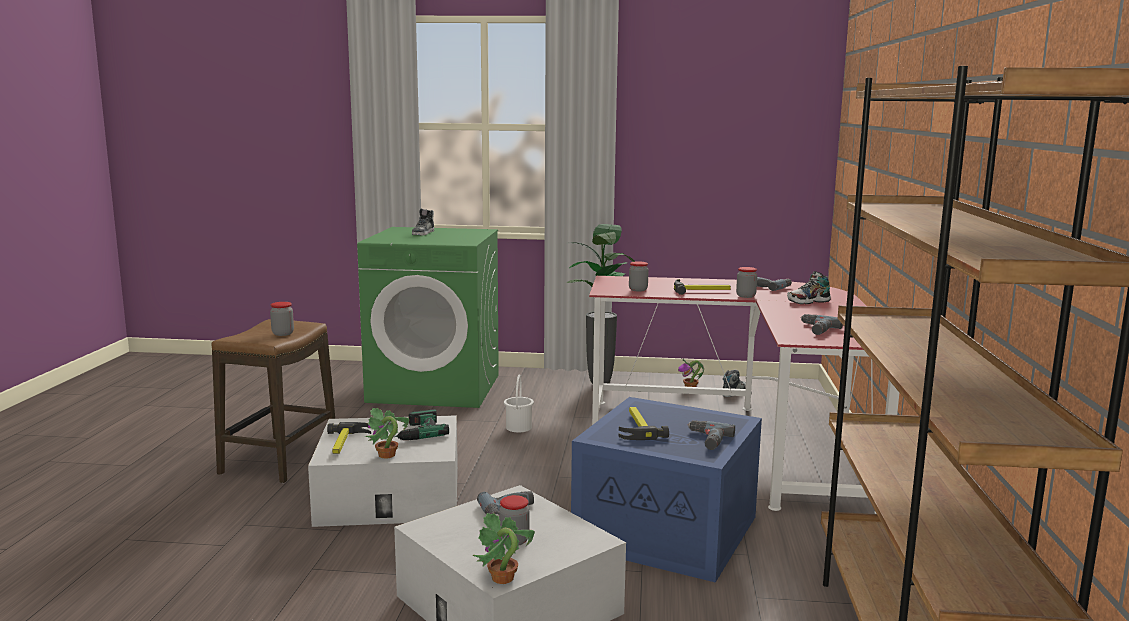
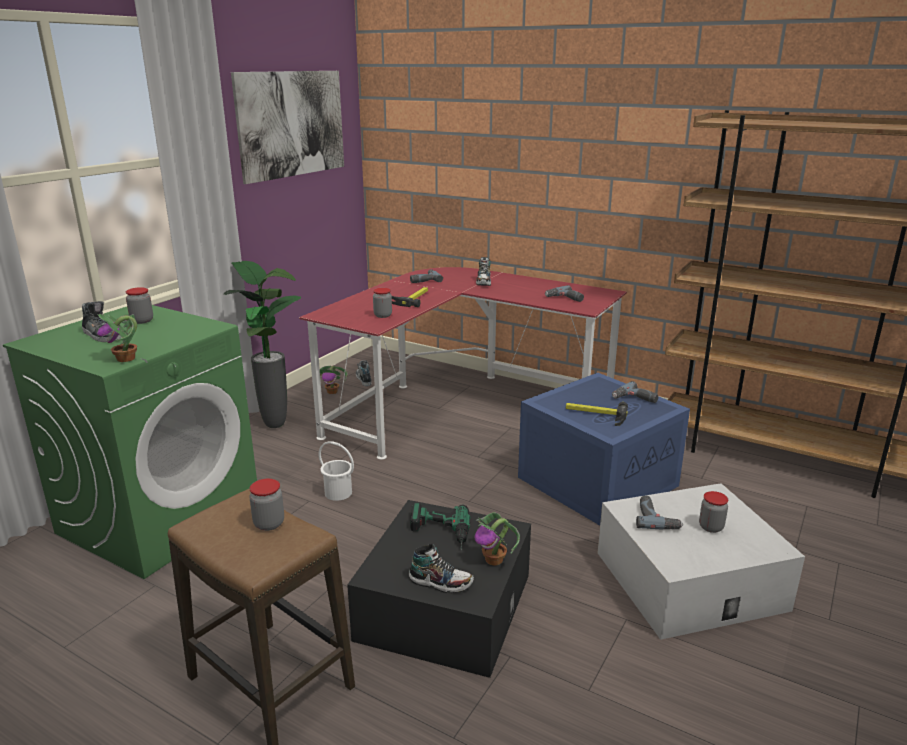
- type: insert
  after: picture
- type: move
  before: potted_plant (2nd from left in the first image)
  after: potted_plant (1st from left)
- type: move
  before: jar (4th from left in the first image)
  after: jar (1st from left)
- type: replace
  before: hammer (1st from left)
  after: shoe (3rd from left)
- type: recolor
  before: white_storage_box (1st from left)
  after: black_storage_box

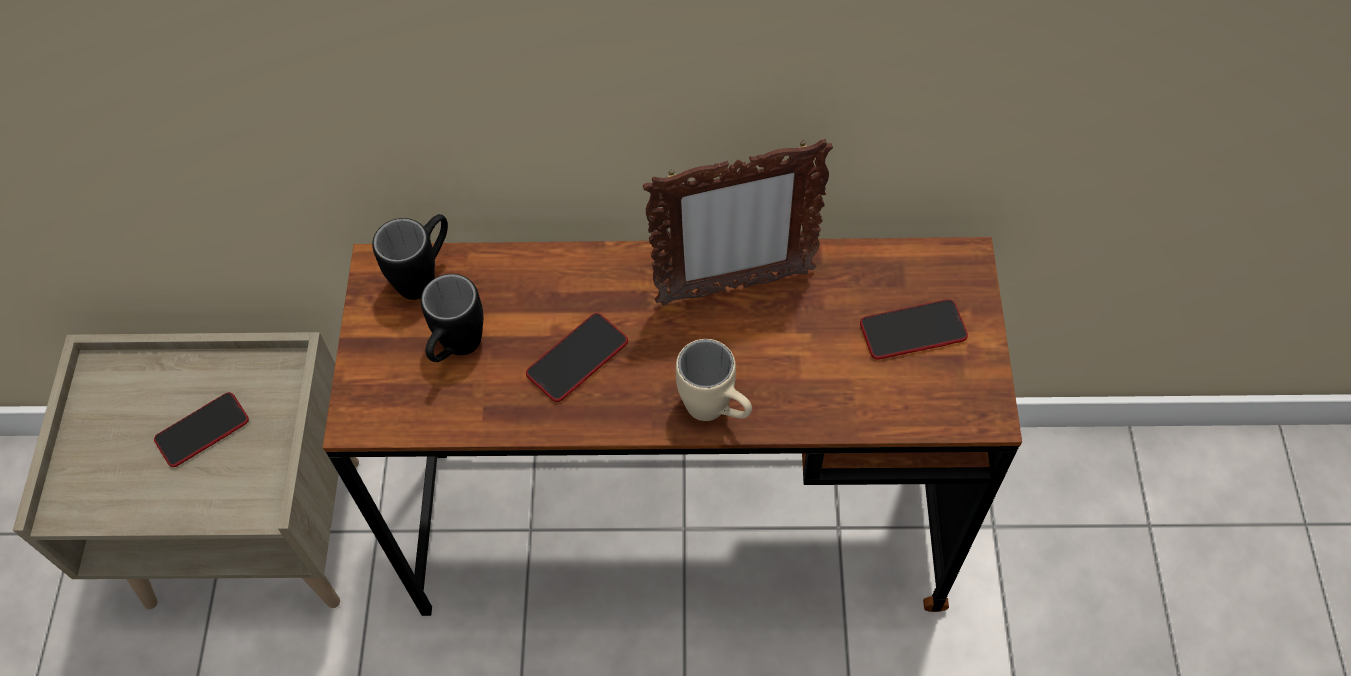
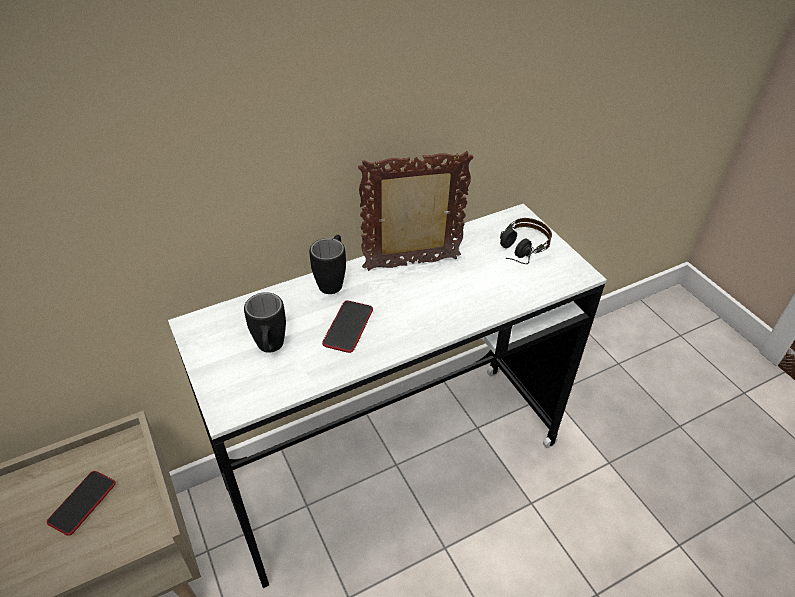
- type: delete
  before: beige_mug
- type: move
  before: black_mug (1st from left in the first image)
  after: black_mug (2nd from left)
- type: replace
  before: phone (3rd from left)
  after: headphones
- type: recolor
  before: brown_desk
  after: white_desk
- type: rotate
  before: picture_frame
  turn: -150

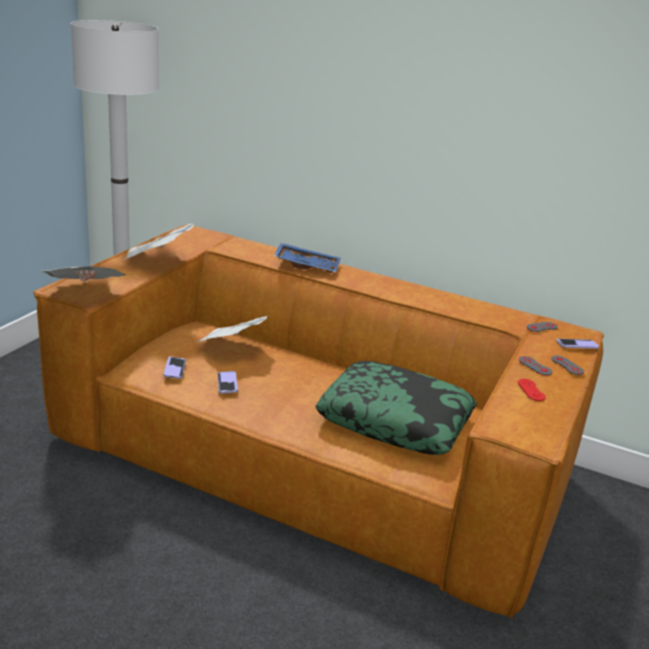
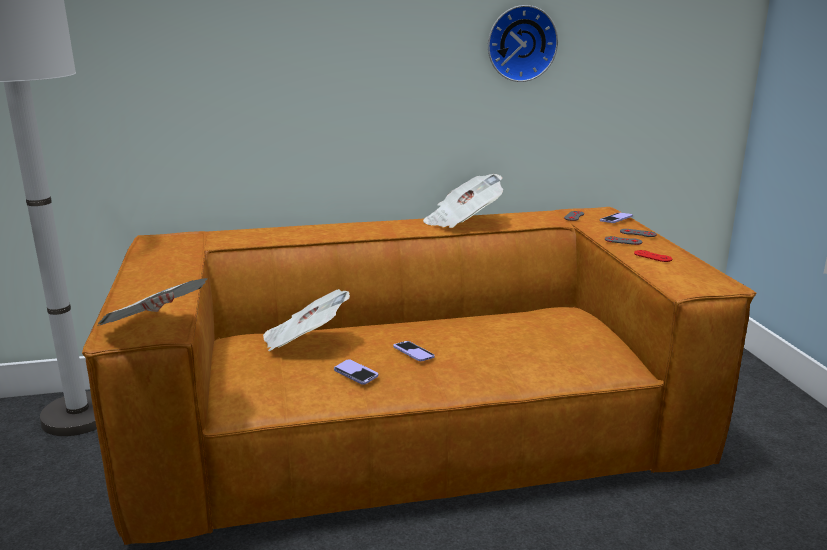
- type: delete
  before: blue_tray
- type: delete
  before: pillow
- type: insert
  after: wall_clock
- type: move
  before: newspaper (2nd from left in the first image)
  after: newspaper (3rd from left)
- type: move
  before: phone (1st from left in the first image)
  after: phone (2nd from left)

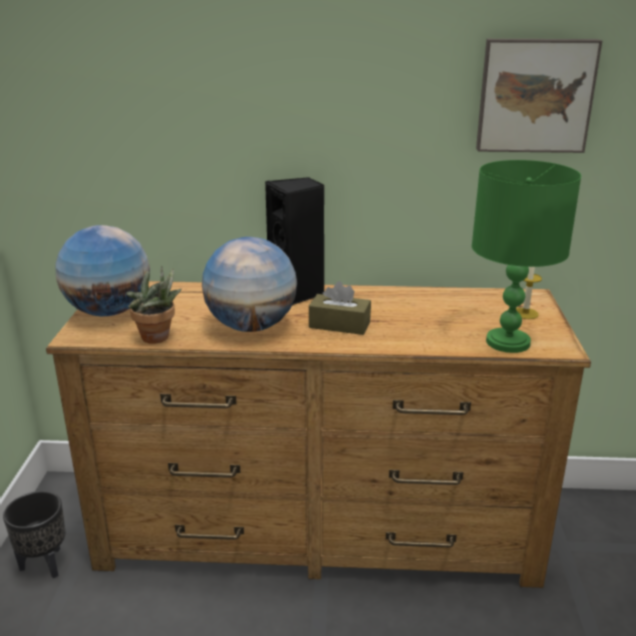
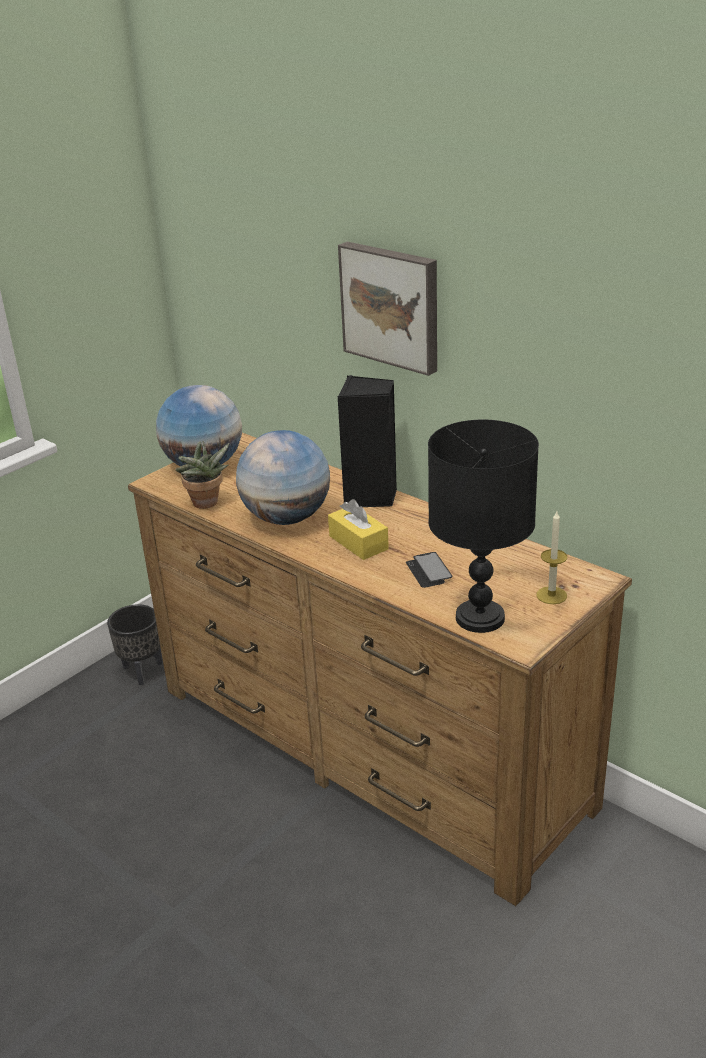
- type: insert
  after: phone
- type: move
  before: picture
- type: recolor
  before: brown_tissue_box
  after: yellow_tissue_box
- type: recolor
  before: green_table_lamp
  after: black_table_lamp

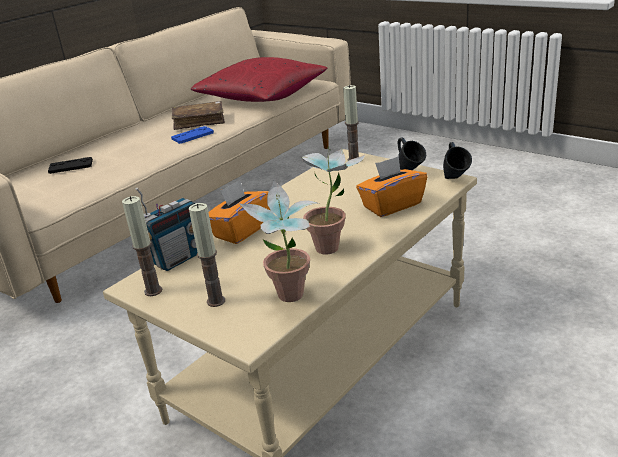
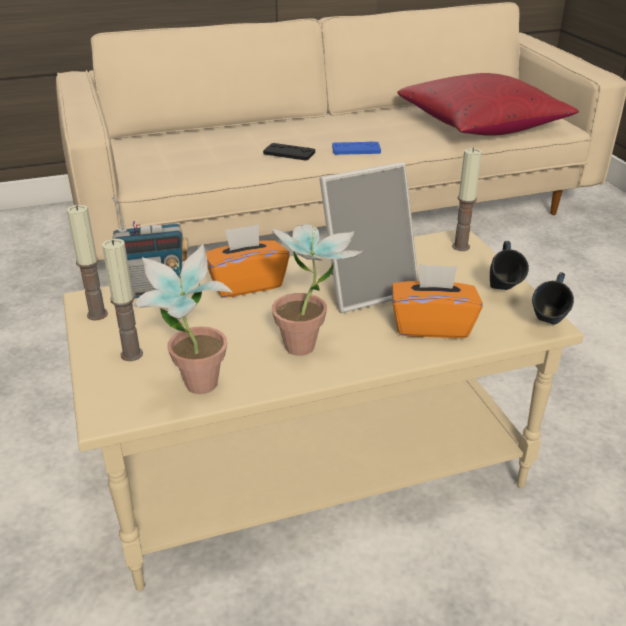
- type: delete
  before: brown_book
- type: insert
  after: picture_frame
- type: move
  before: black_game_controller

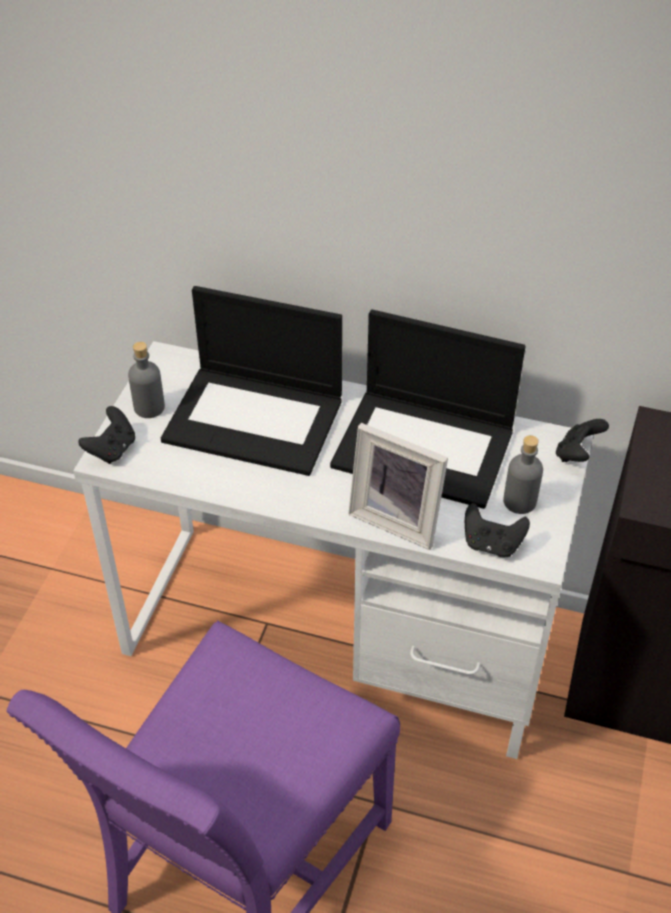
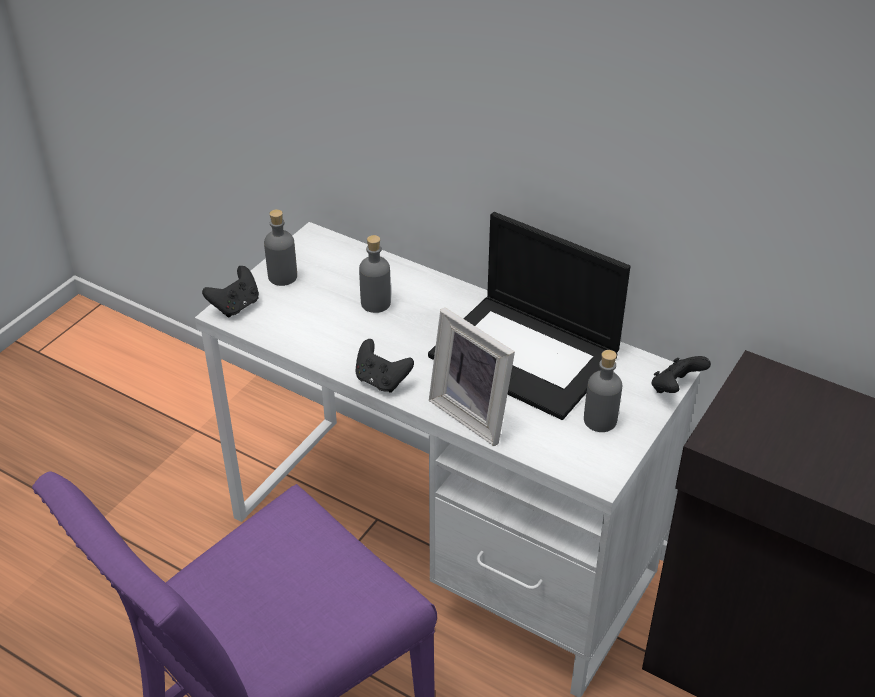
- type: move
  before: black_game_controller (2nd from left)
- type: replace
  before: laptop (1st from left)
  after: grey_bottle (2nd from left)

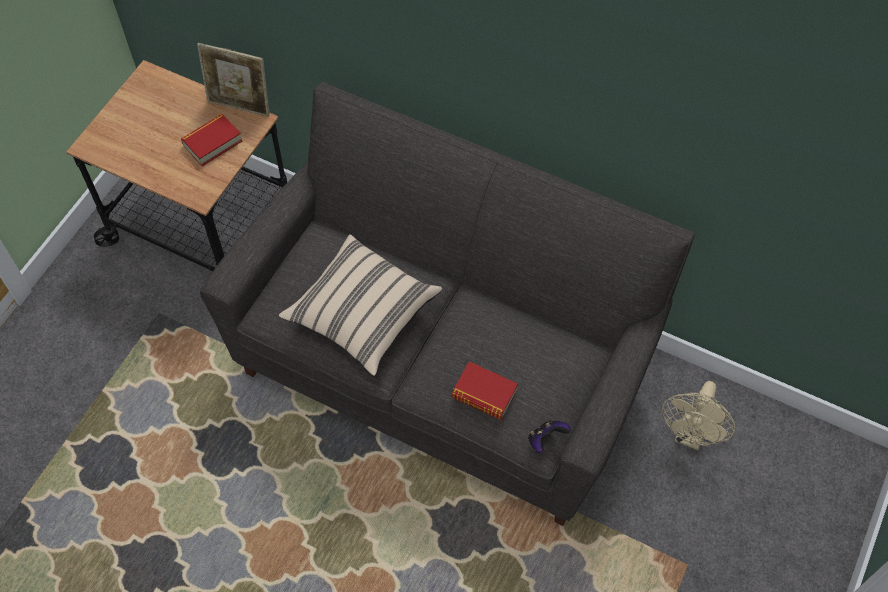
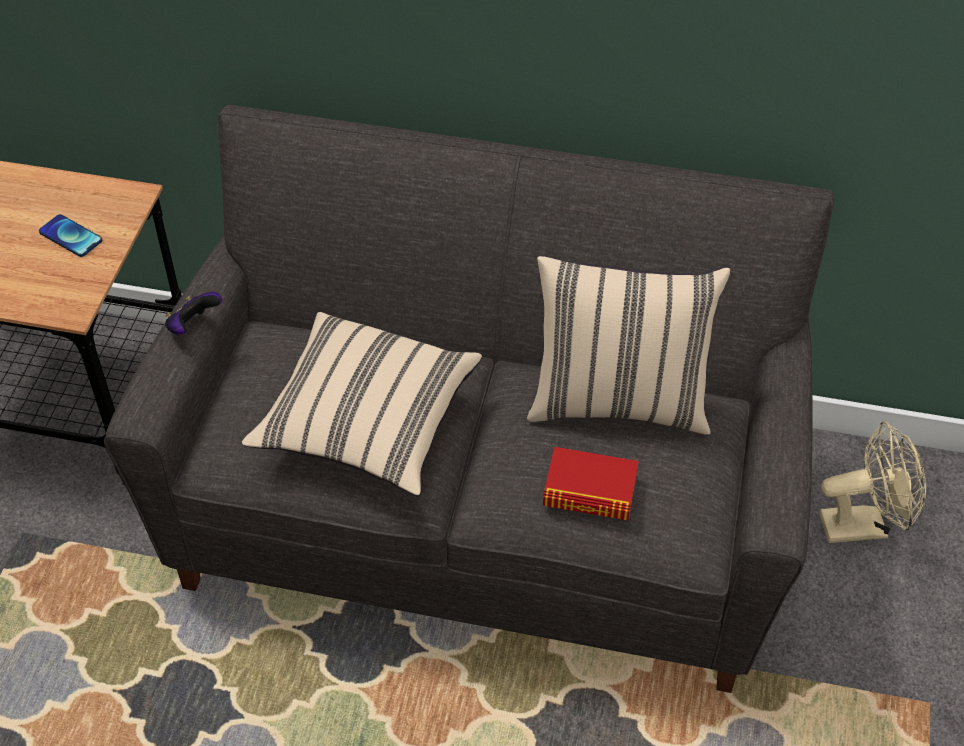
- type: delete
  before: picture_frame
- type: insert
  after: beige_pillow (2nd from left)
- type: move
  before: game_controller
- type: replace
  before: book (1st from left)
  after: phone
- type: rotate
  before: beige_fan
  turn: -105

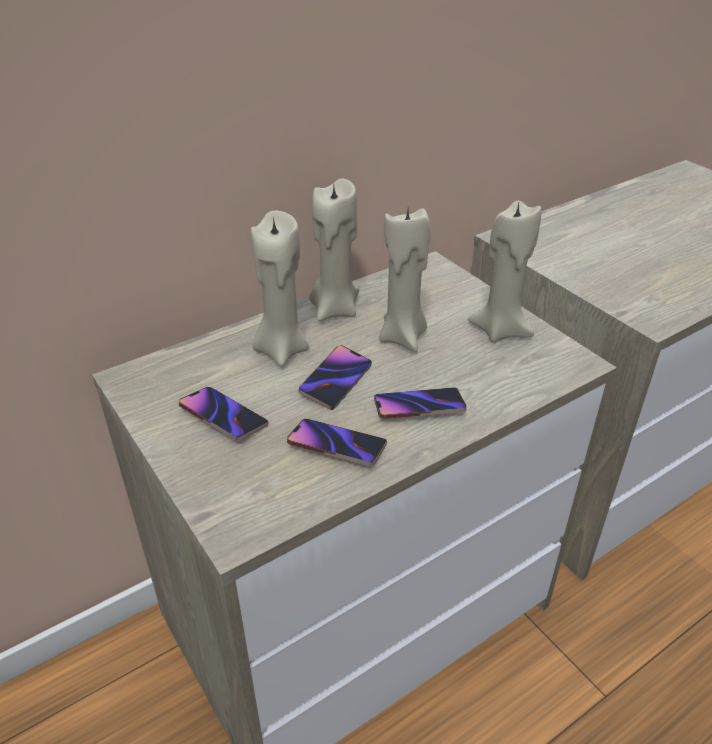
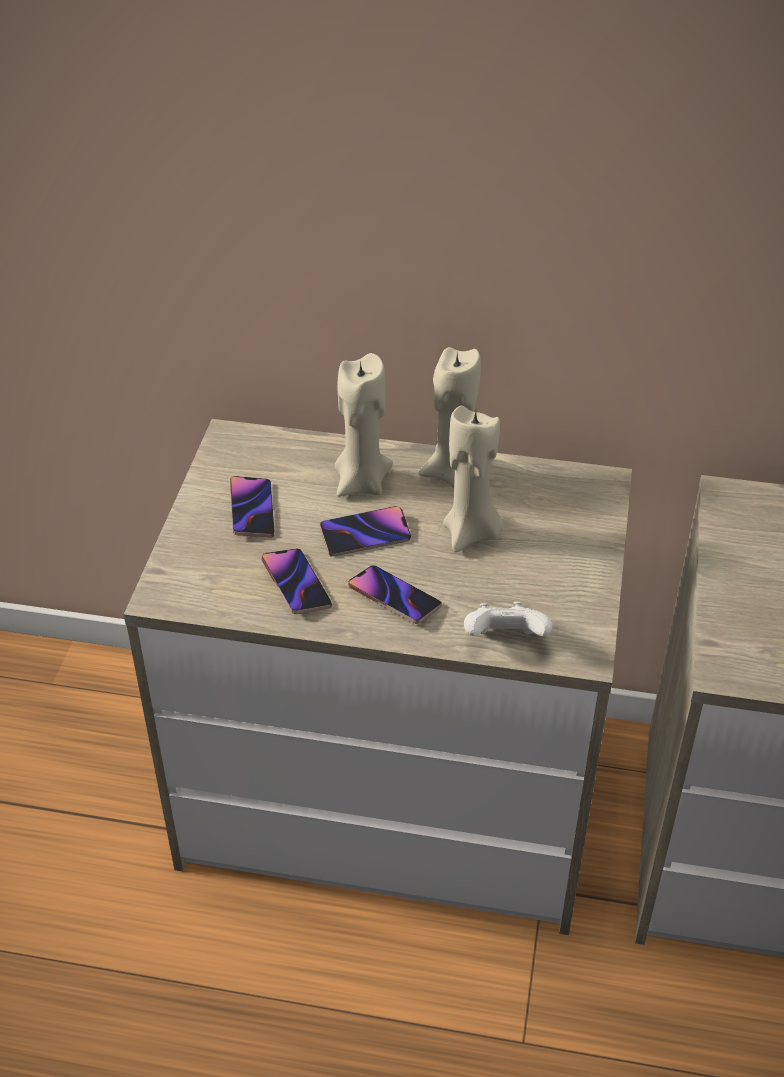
- type: delete
  before: beige_candle (4th from left)
- type: insert
  after: white_game_controller

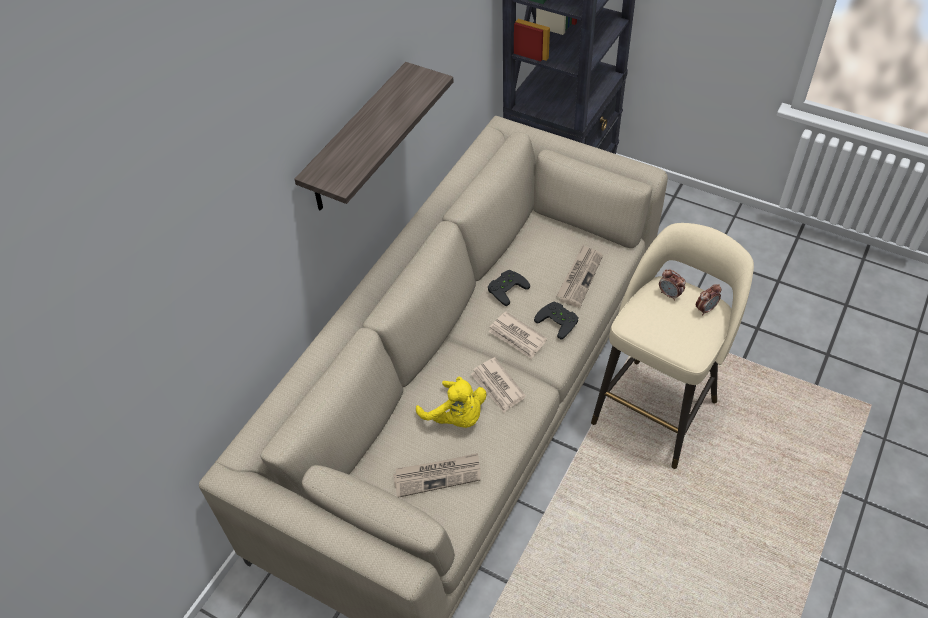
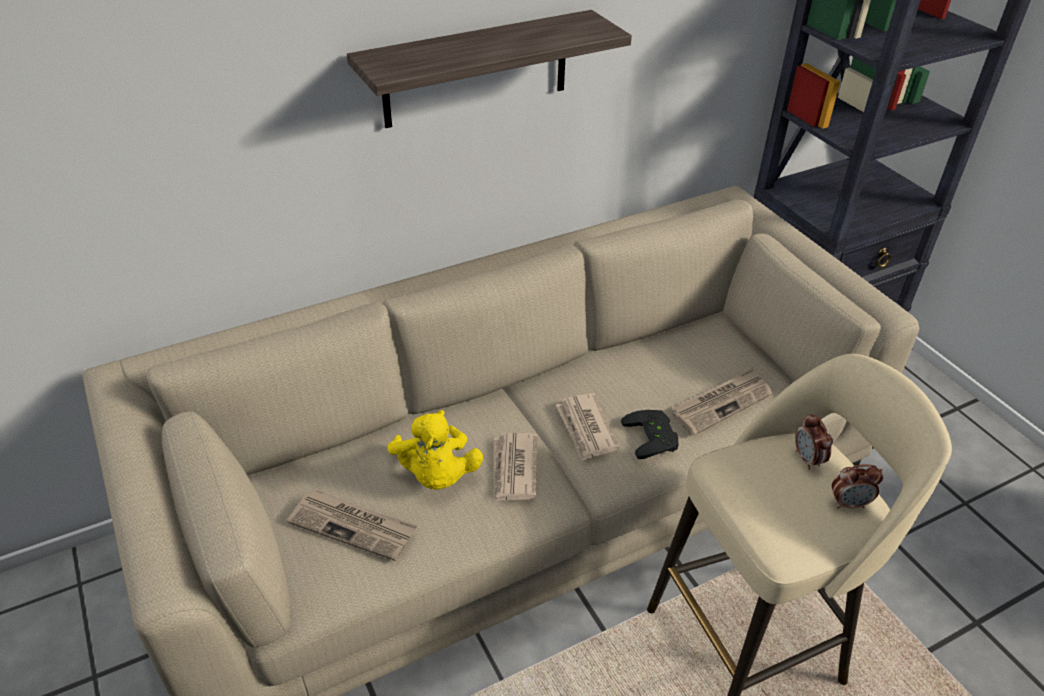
- type: delete
  before: black_game_controller (1st from left)

